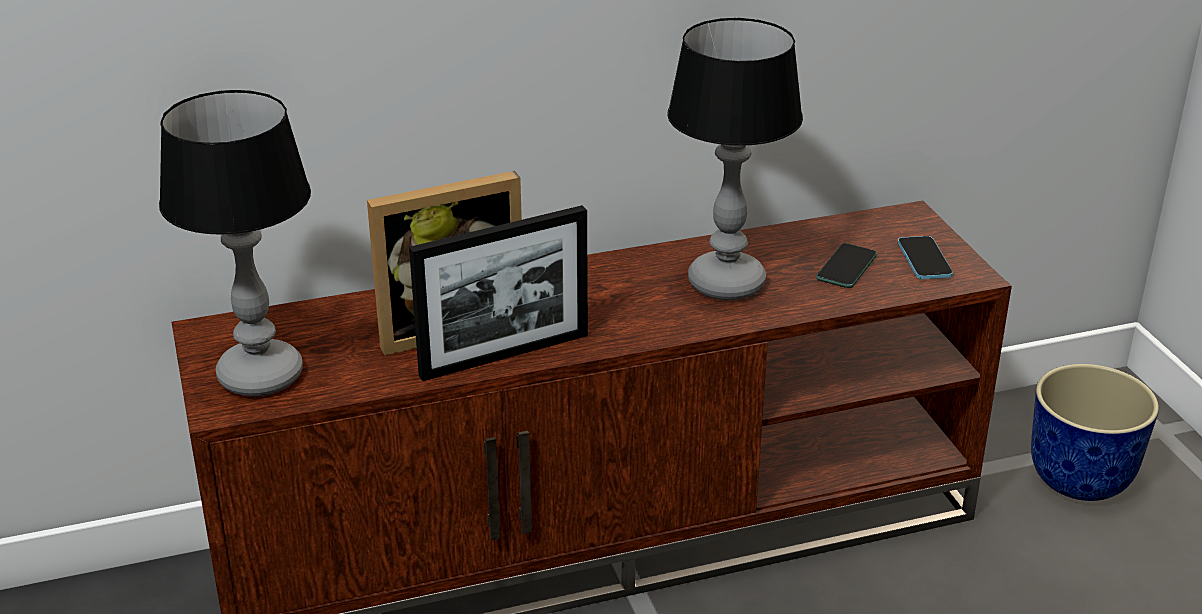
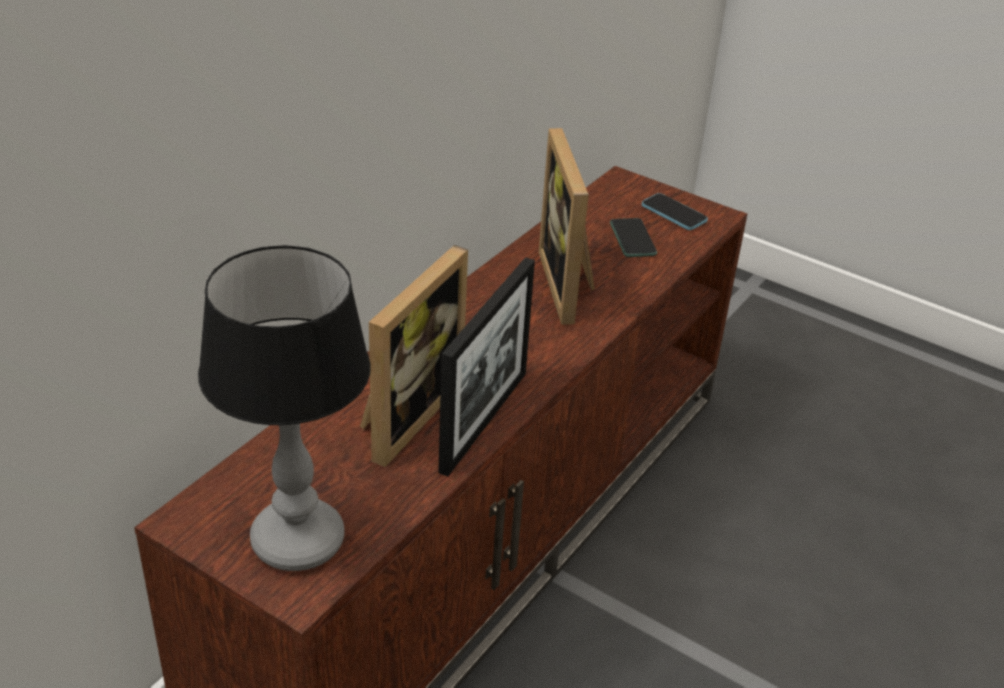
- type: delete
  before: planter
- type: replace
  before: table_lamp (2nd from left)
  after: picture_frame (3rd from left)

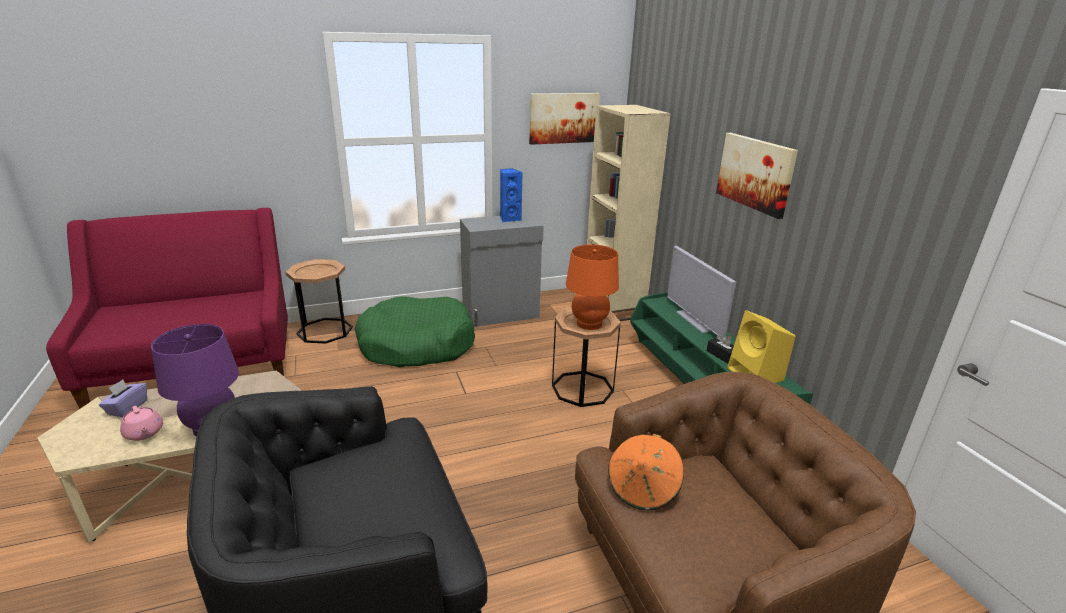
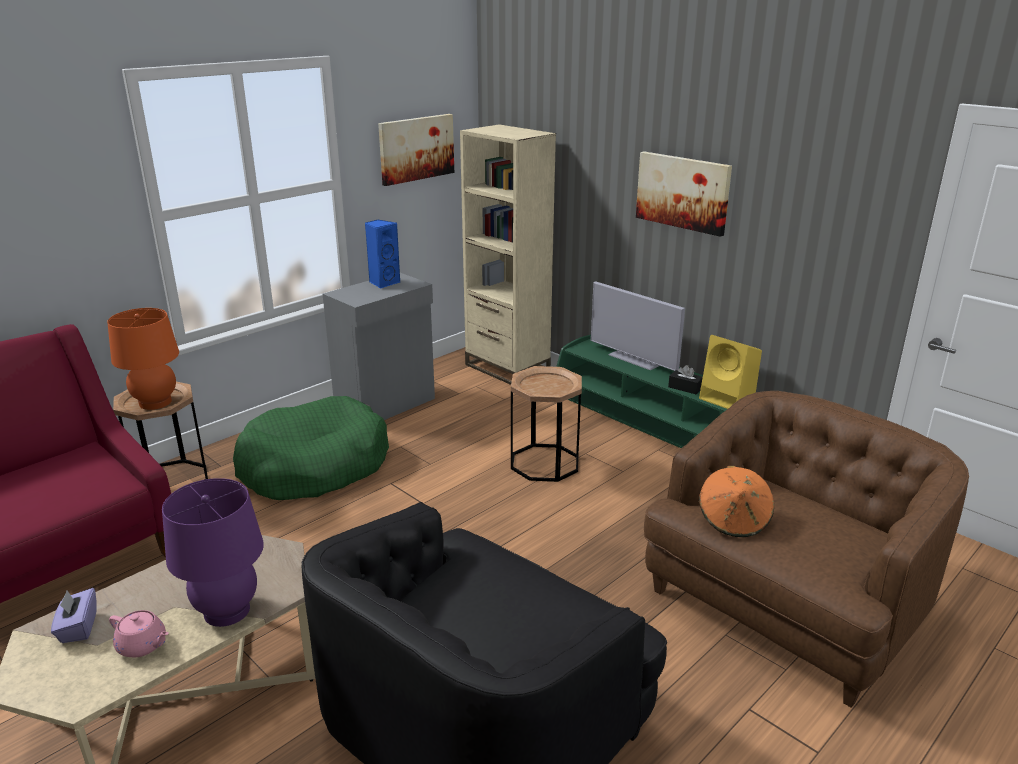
- type: move
  before: orange_table_lamp

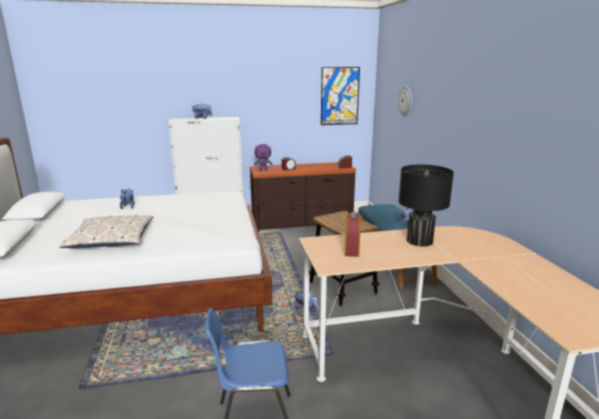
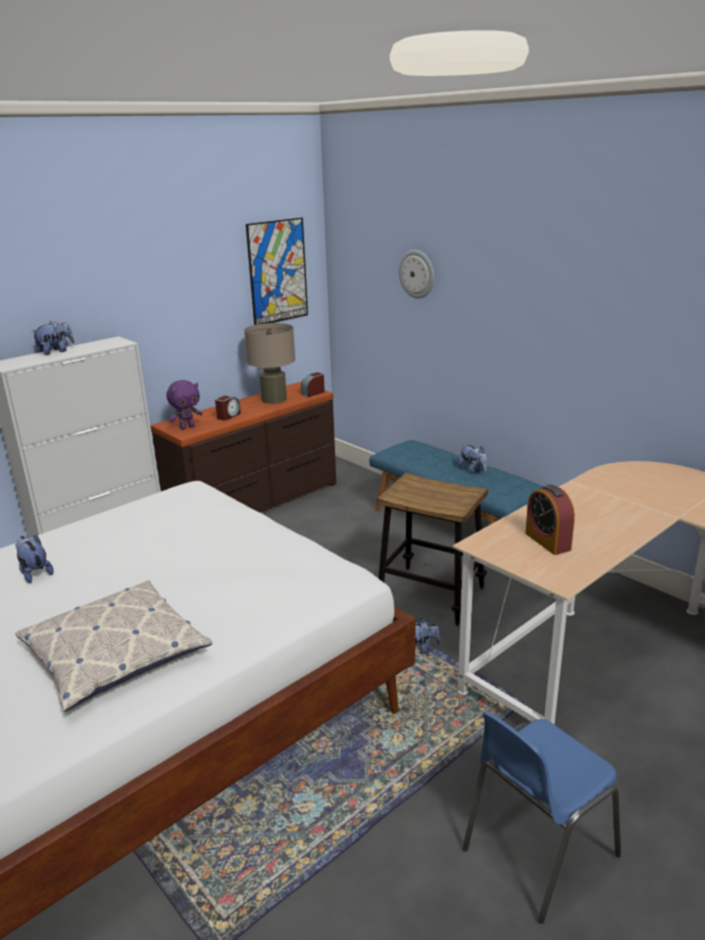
- type: delete
  before: black_table_lamp
- type: insert
  after: beige_table_lamp

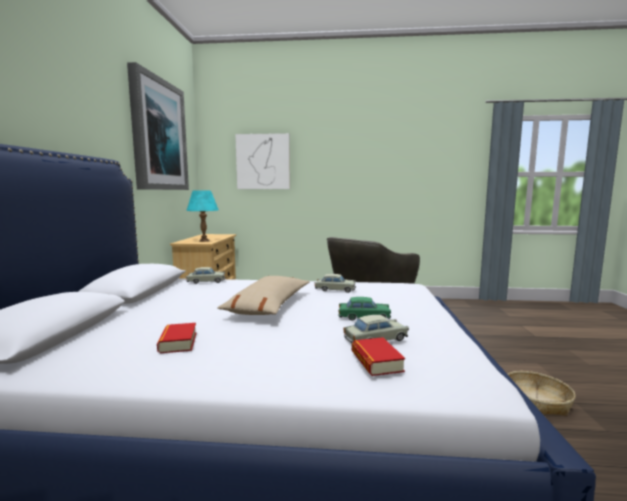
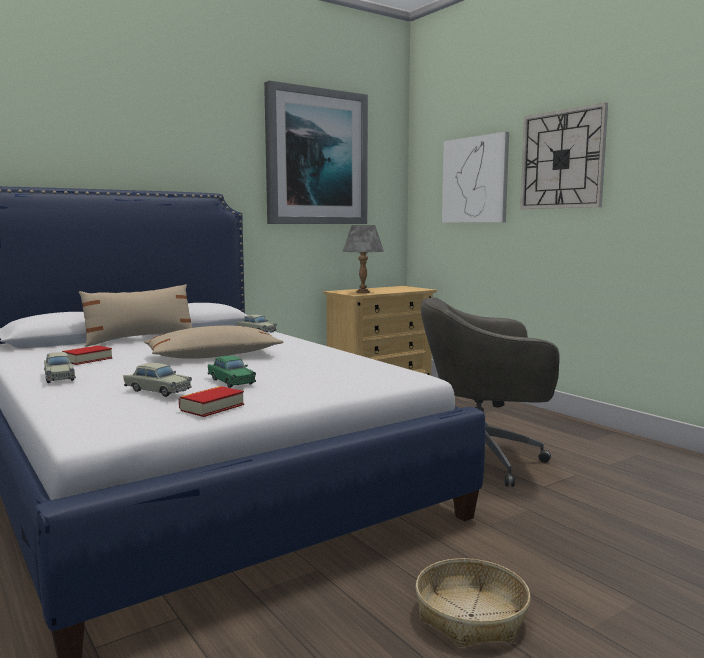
- type: insert
  after: beige_pillow (1st from left)
- type: insert
  after: wall_clock
- type: move
  before: beige_toy_car (2nd from left in the first image)
  after: beige_toy_car (1st from left)
- type: move
  before: book (2nd from left)
- type: recolor
  before: turquoise_table_lamp
  after: grey_table_lamp

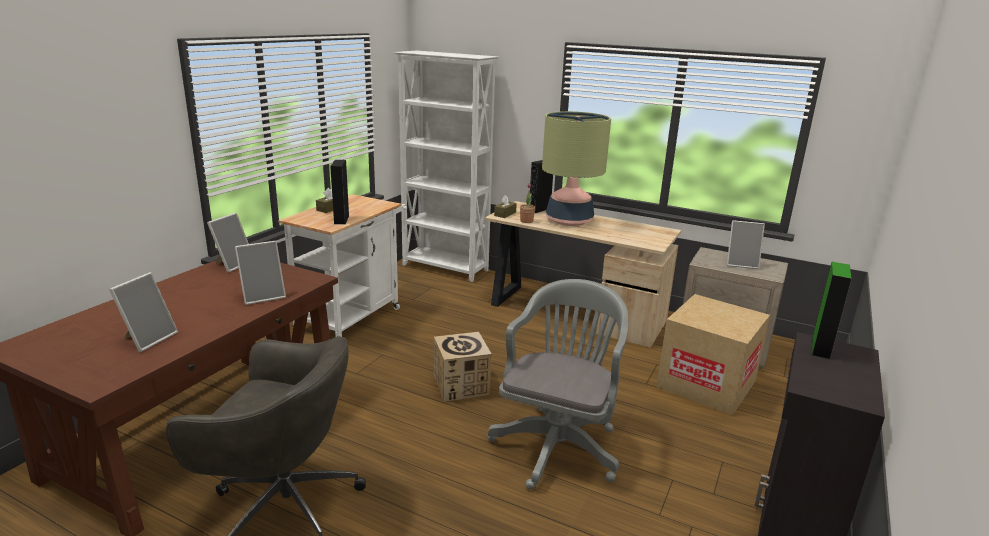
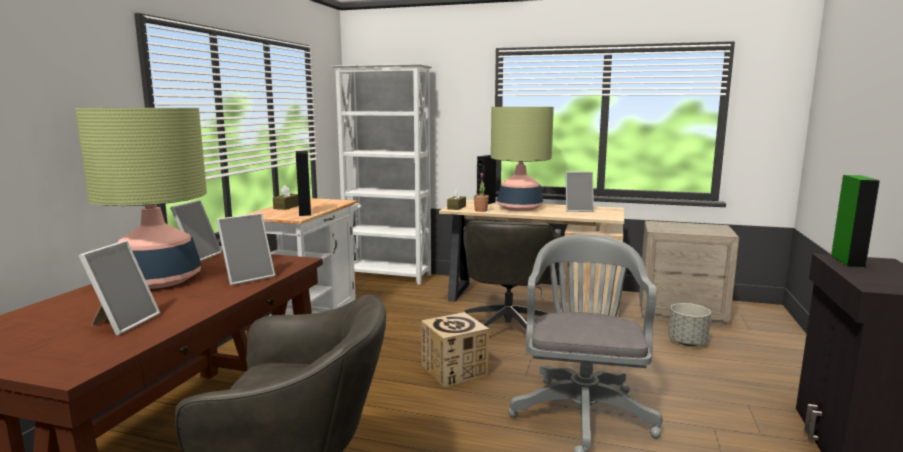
- type: insert
  after: table_lamp (1st from left)
- type: insert
  after: grey_office_chair (2nd from left)
- type: move
  before: picture_frame (4th from left)
- type: replace
  before: cardboard_box (2nd from left)
  after: grey_planter

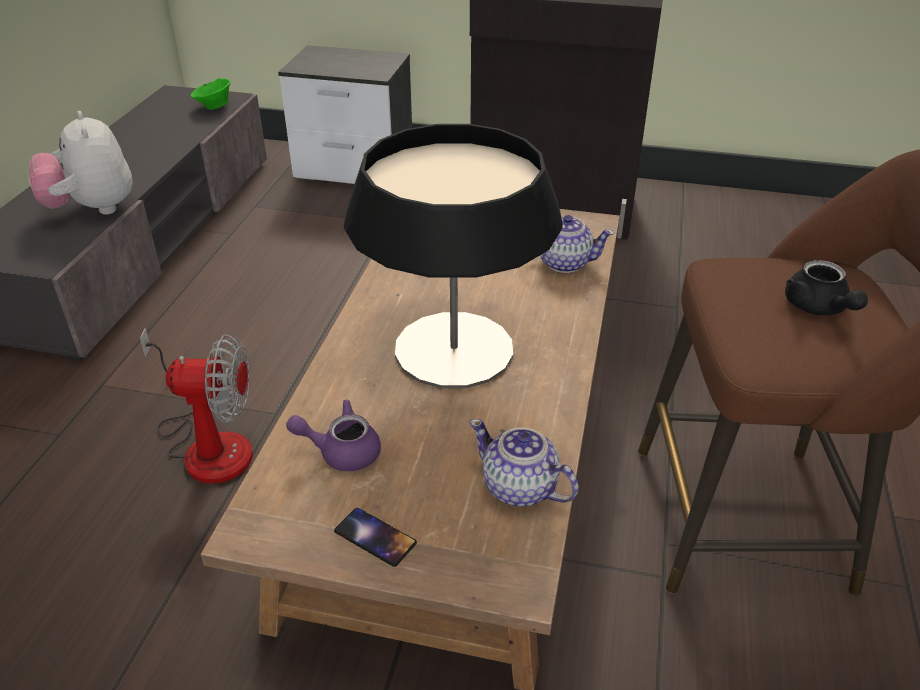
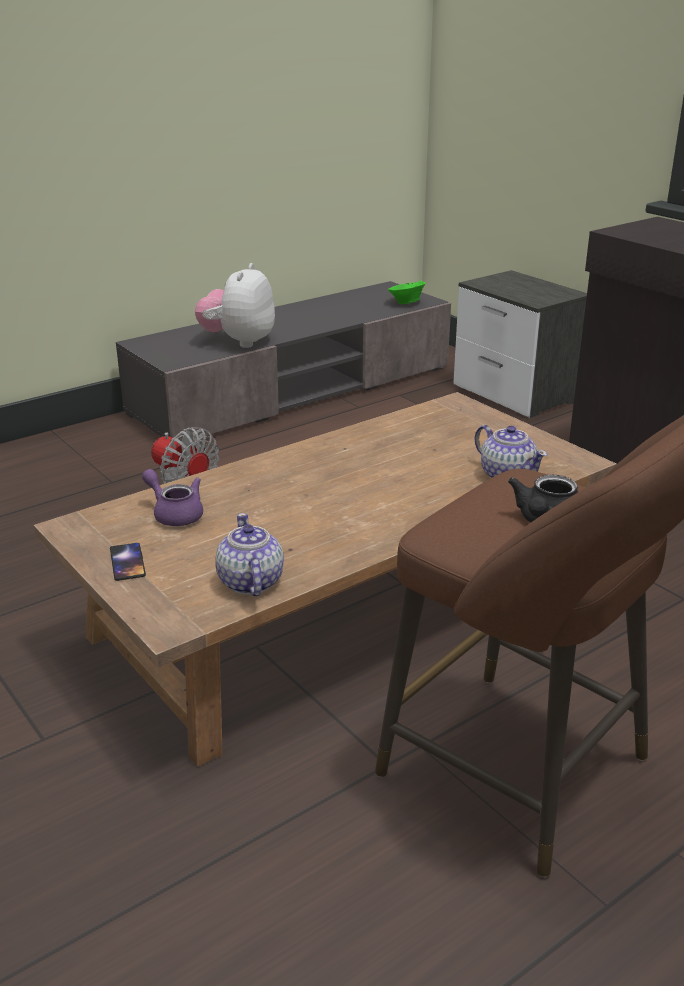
- type: delete
  before: table_lamp

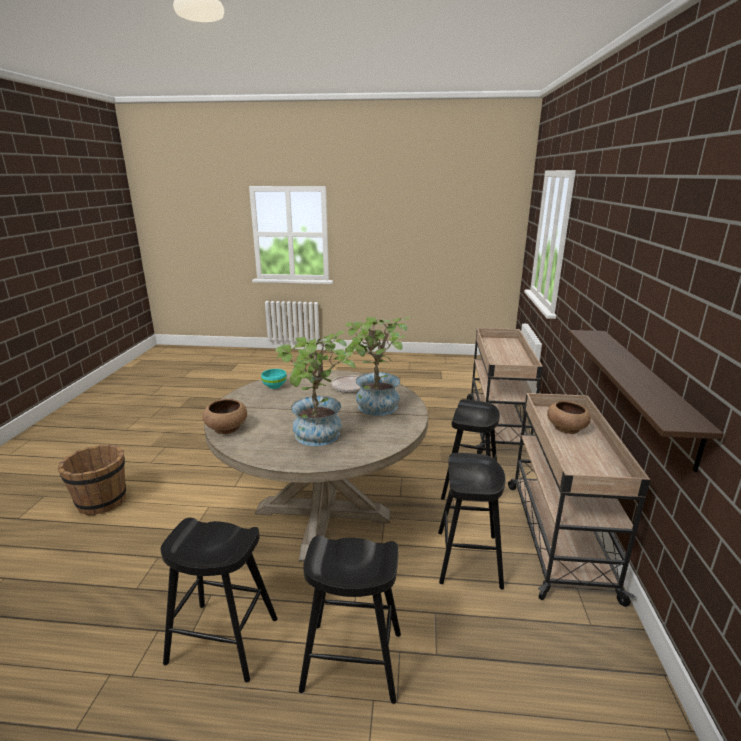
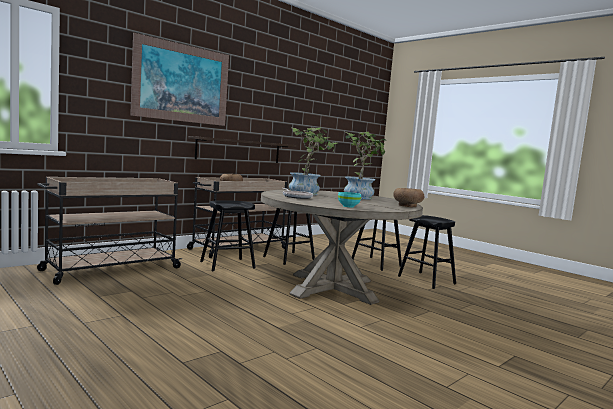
- type: delete
  before: brown_bucket
- type: insert
  after: picture

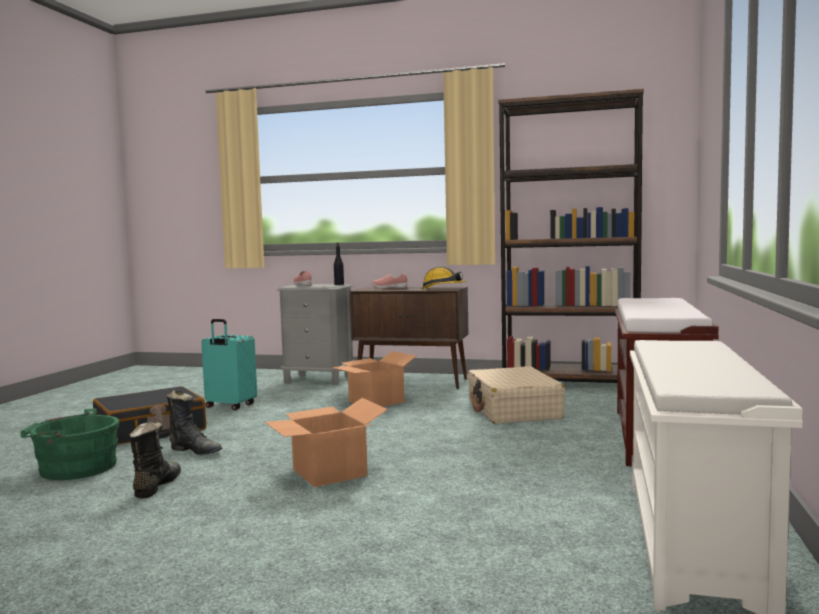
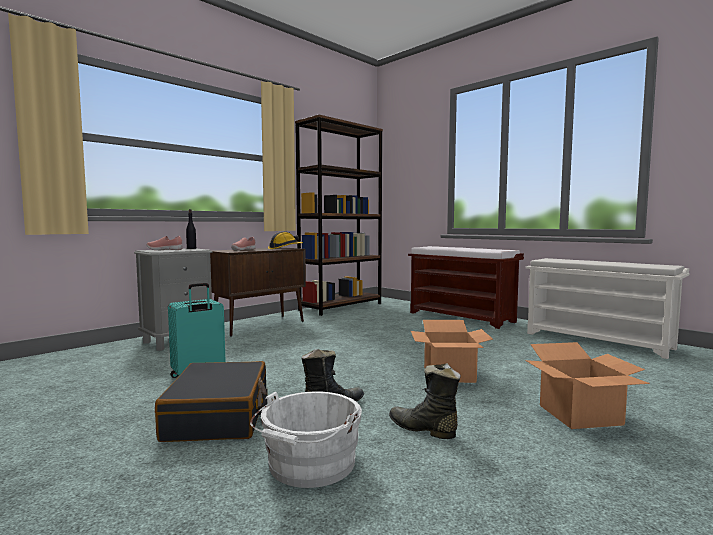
- type: delete
  before: beige_suitcase
- type: move
  before: cardboard_box (2nd from left)
- type: recolor
  before: green_bucket
  after: white_bucket

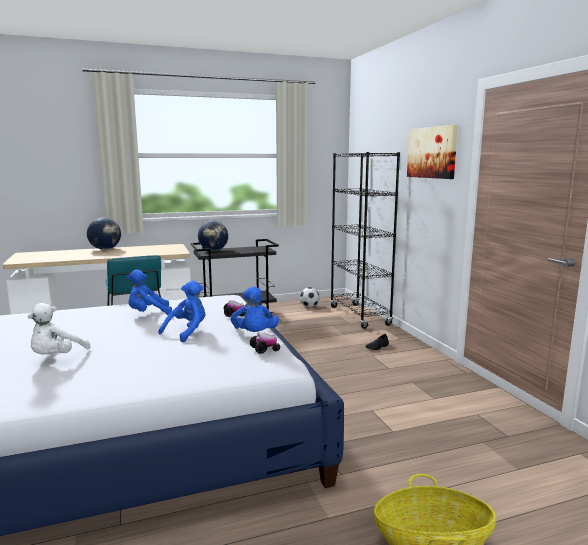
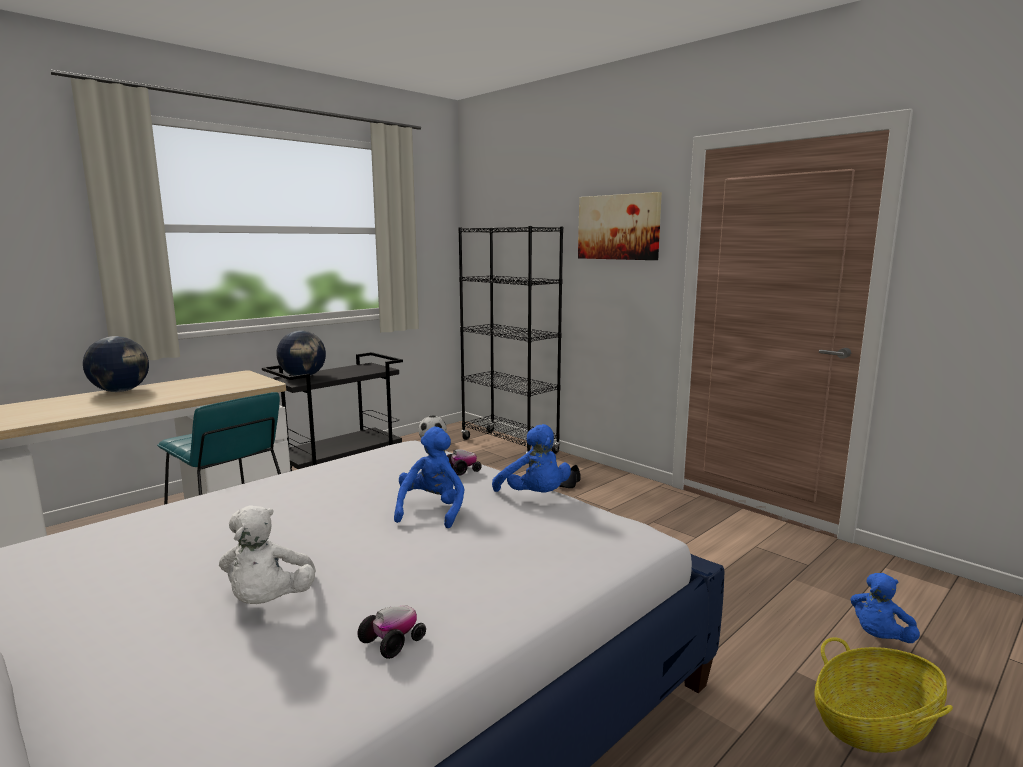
- type: move
  before: blue_plush_toy (1st from left in the first image)
  after: blue_plush_toy (3rd from left)
- type: move
  before: toy_car (2nd from left in the first image)
  after: toy_car (1st from left)

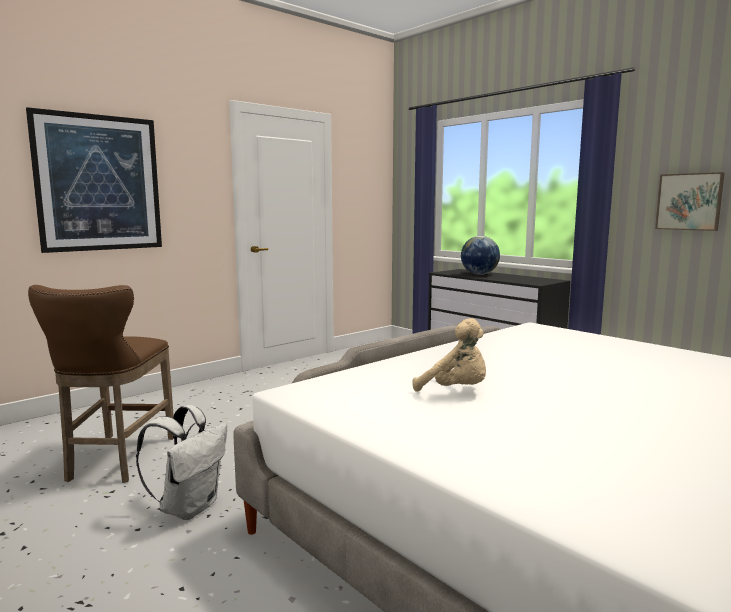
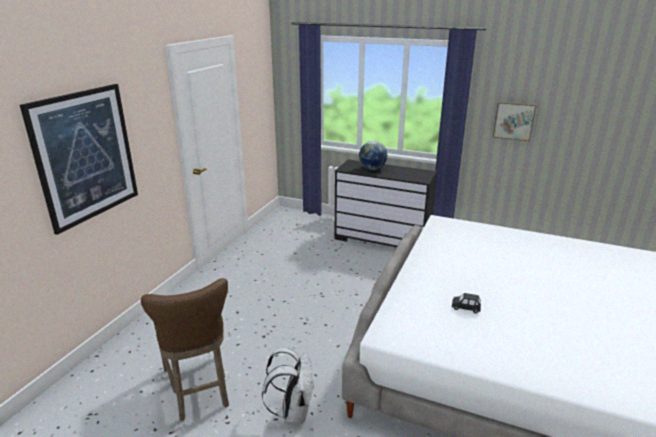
- type: replace
  before: beige_plush_toy
  after: black_toy_car

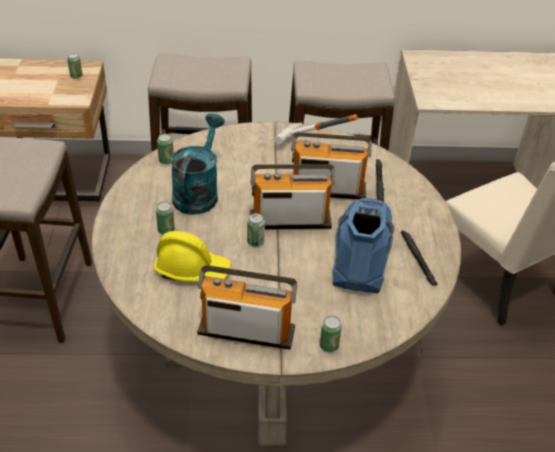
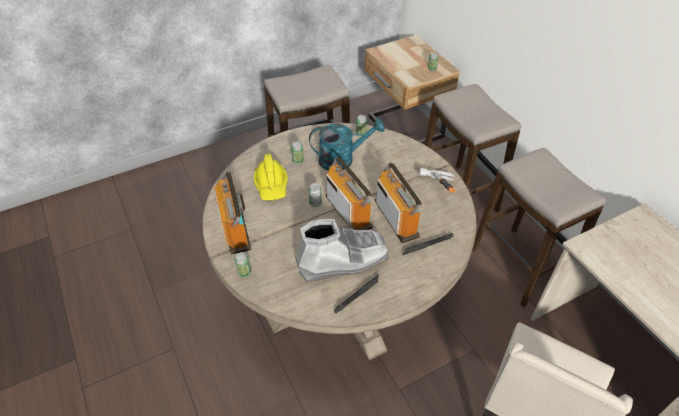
- type: recolor
  before: blue_boot
  after: grey_boot

